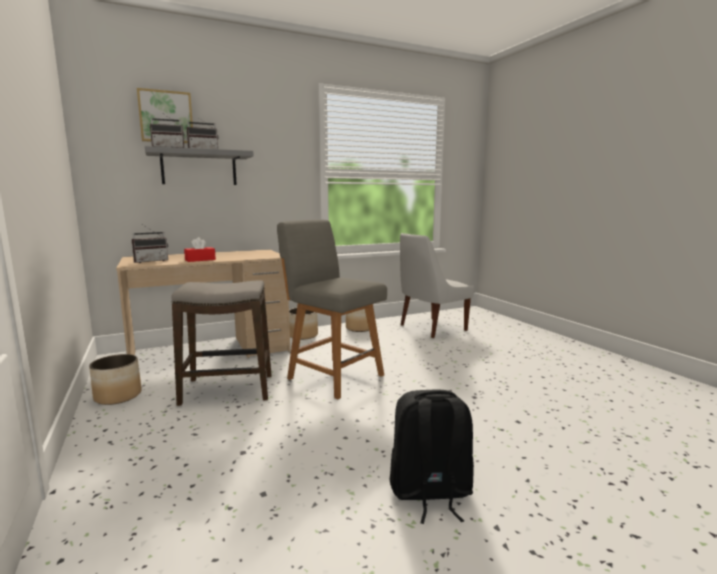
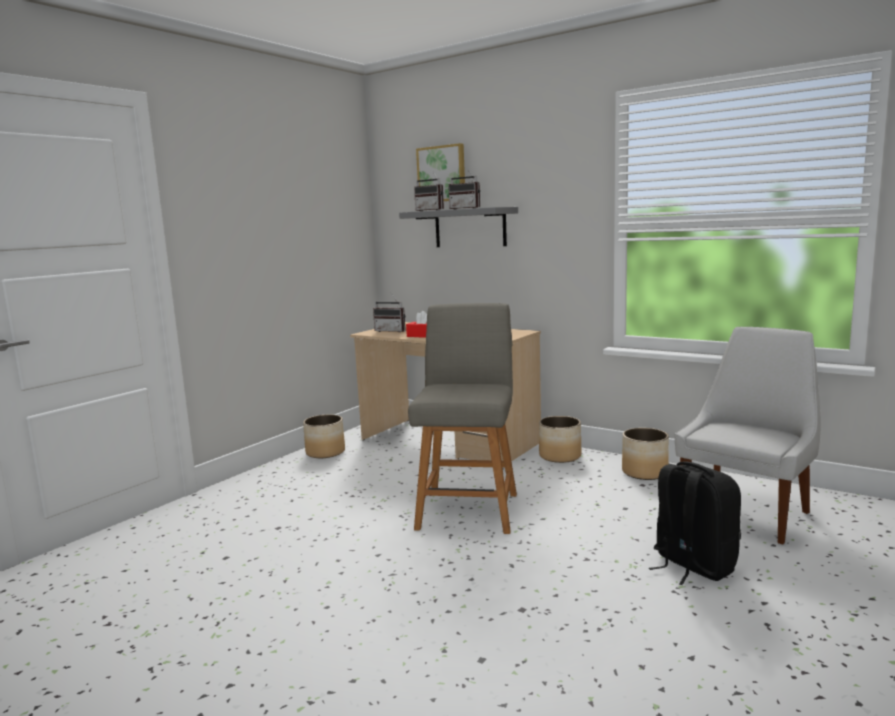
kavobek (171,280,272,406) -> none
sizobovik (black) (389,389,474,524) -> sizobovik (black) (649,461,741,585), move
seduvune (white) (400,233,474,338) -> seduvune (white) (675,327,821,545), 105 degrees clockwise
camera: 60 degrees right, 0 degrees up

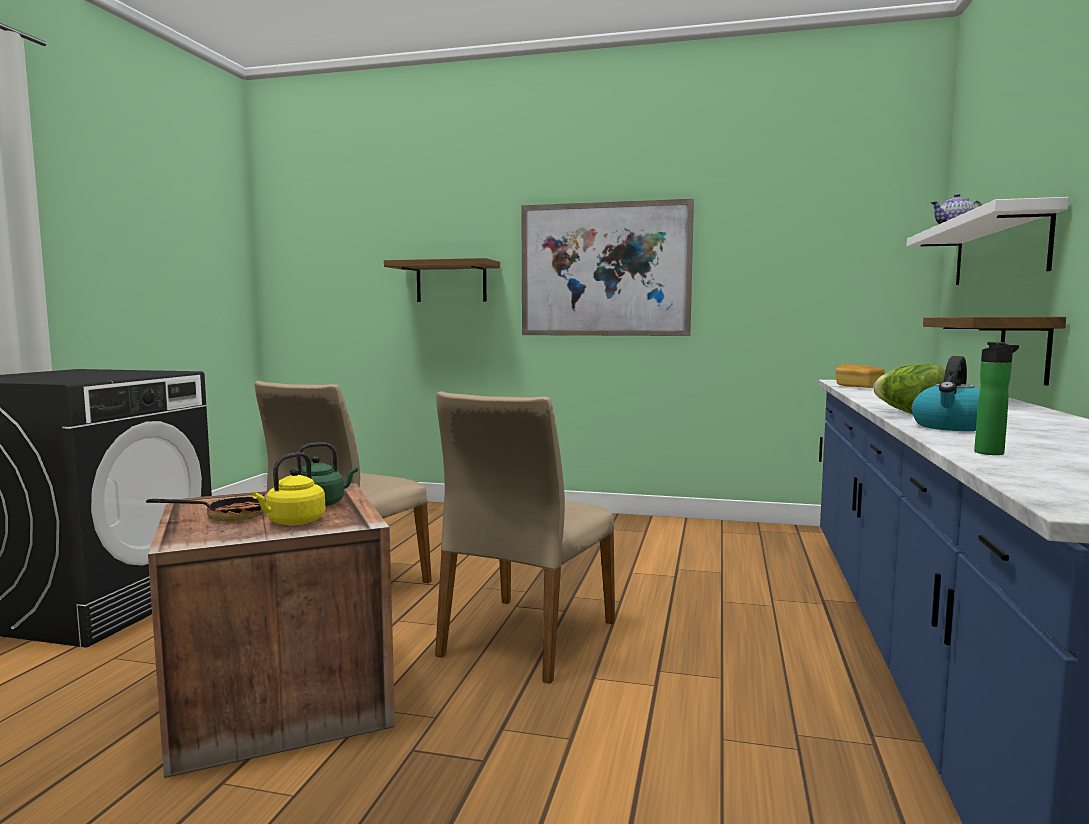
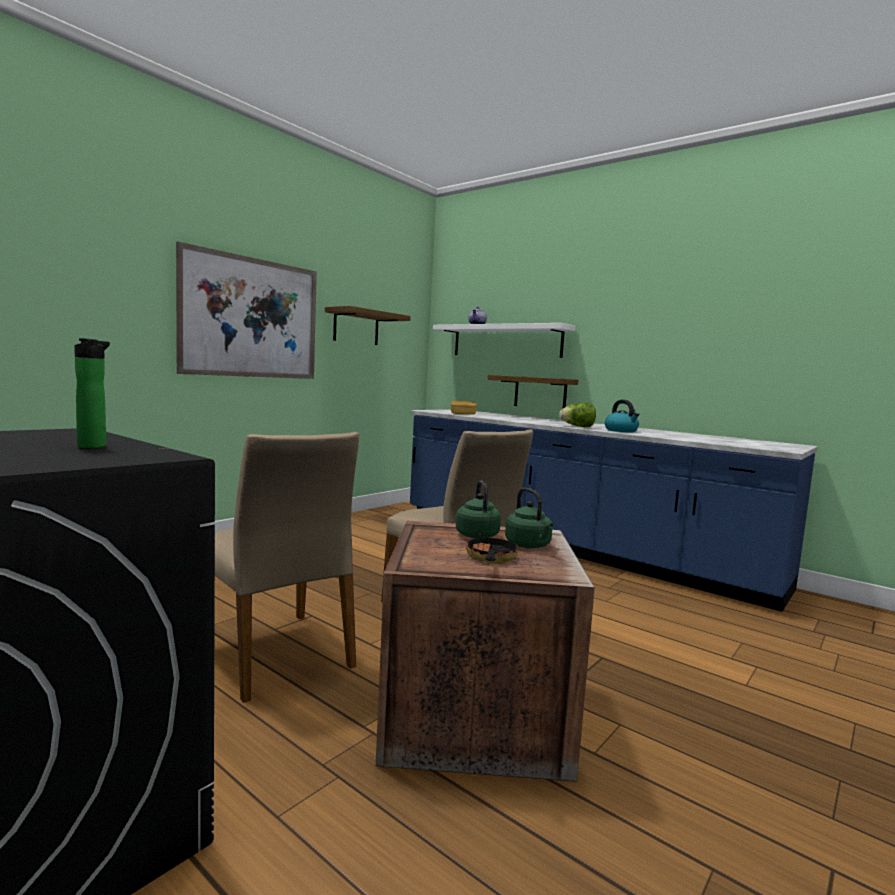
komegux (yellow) (252,452,325,525) -> komegux (green) (505,488,553,548)
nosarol (384,258,500,302) -> nosarol (325,306,411,345), move
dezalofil (974,342,1019,455) -> dezalofil (74,338,110,448), move
camera: 65 degrees left, 0 degrees up

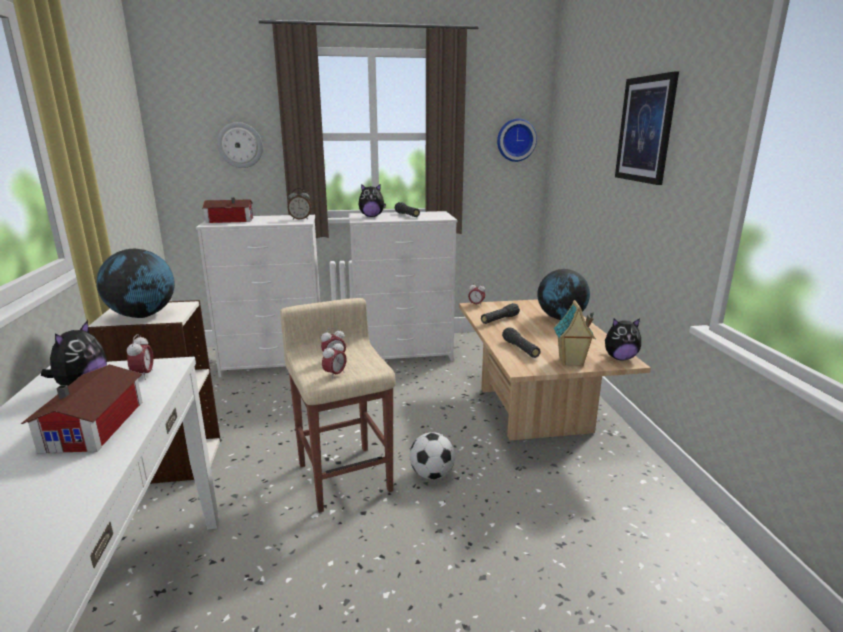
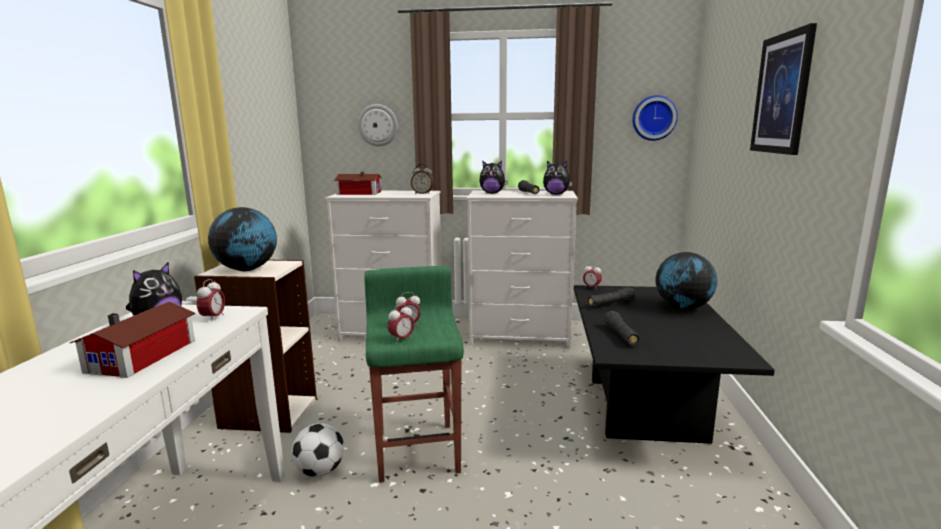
kavobek (beige) (280,298,396,513) -> kavobek (green) (364,266,464,483)
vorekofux (410,432,455,480) -> vorekofux (292,423,344,477), move
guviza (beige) (459,299,651,440) -> guviza (black) (574,285,775,444)
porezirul (554,300,596,366) -> none
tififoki (605,318,641,360) -> tififoki (543,161,572,195), move
camera: 15 degrees right, 5 degrees down

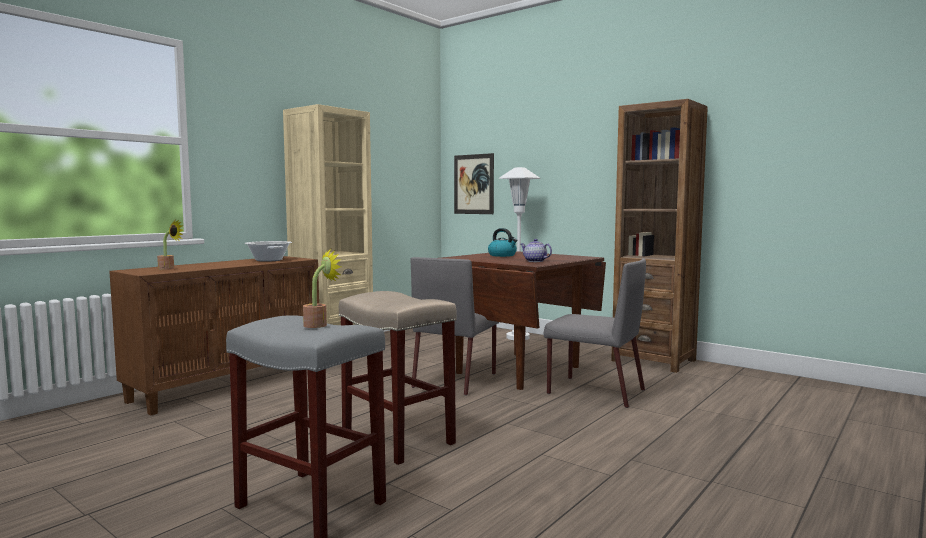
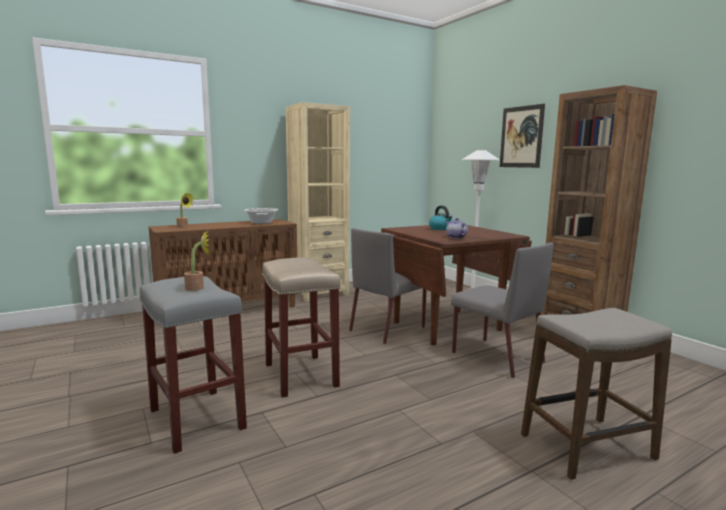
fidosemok (454,153,494,214) -> fidosemok (500,104,545,168), move
none -> kavobek (521,308,672,480)
camera: 20 degrees right, 5 degrees up

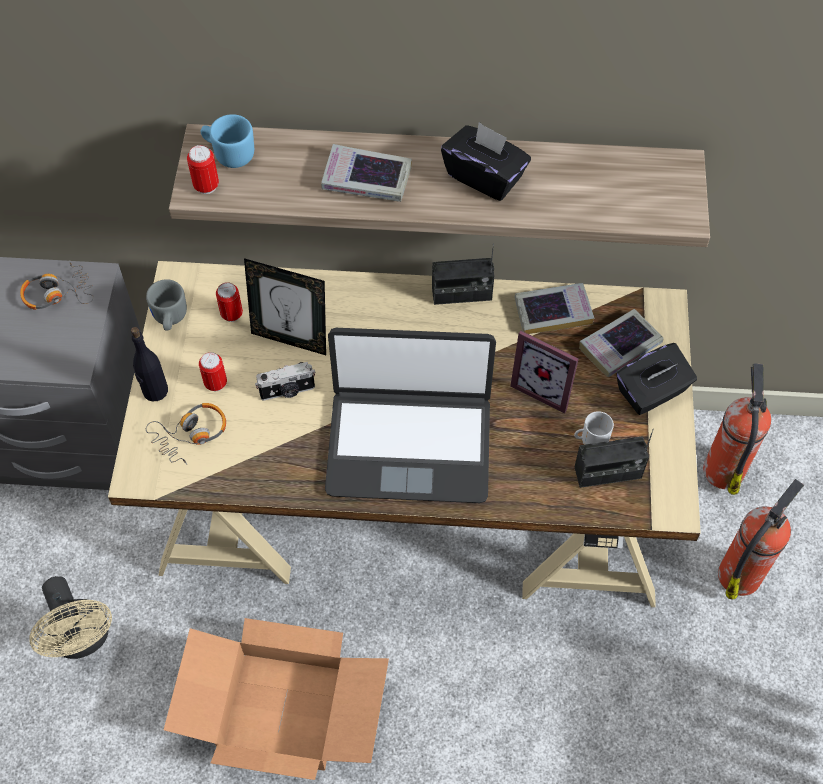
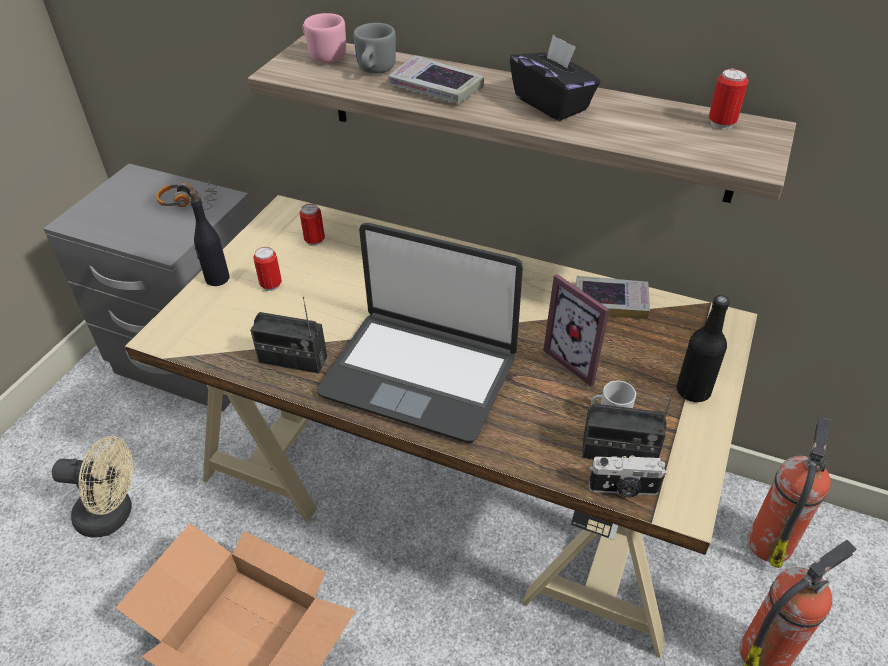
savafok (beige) (29,576,112,659) -> savafok (beige) (52,436,133,538), 75 degrees counterclockwise
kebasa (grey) (146,279,187,331) -> kebasa (grey) (353,23,396,74), move
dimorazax (146,403,226,465) -> none
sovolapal (187,145,219,194) -> sovolapal (709,69,748,129), move
kebasa (blue) (201,114,254,168) -> kebasa (pink) (302,13,346,63)
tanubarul (244,258,326,355) -> none
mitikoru (255,362,315,400) -> mitikoru (589,455,666,497), move
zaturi (432,243,494,305) -> zaturi (250,297,327,374), move
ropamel (579,309,664,377) -> none
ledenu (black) (616,343,697,415) -> dezalofil (black) (677,295,730,402)
camera: 20 degrees right, 15 degrees down

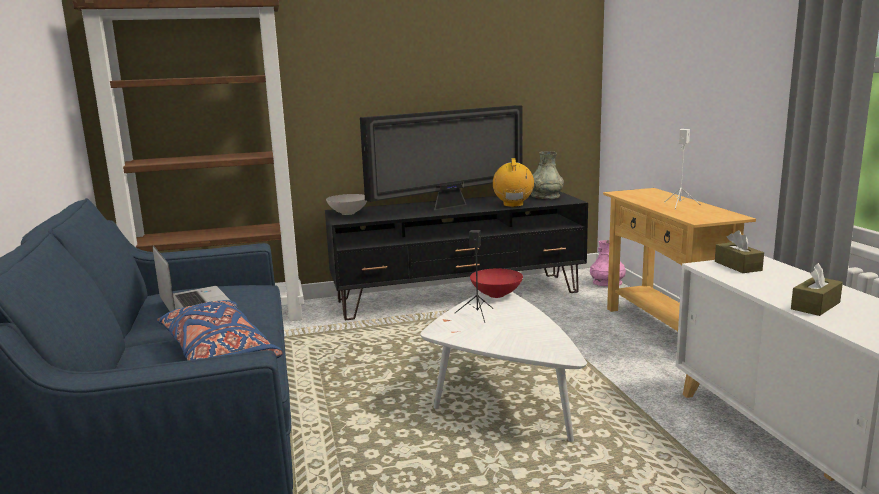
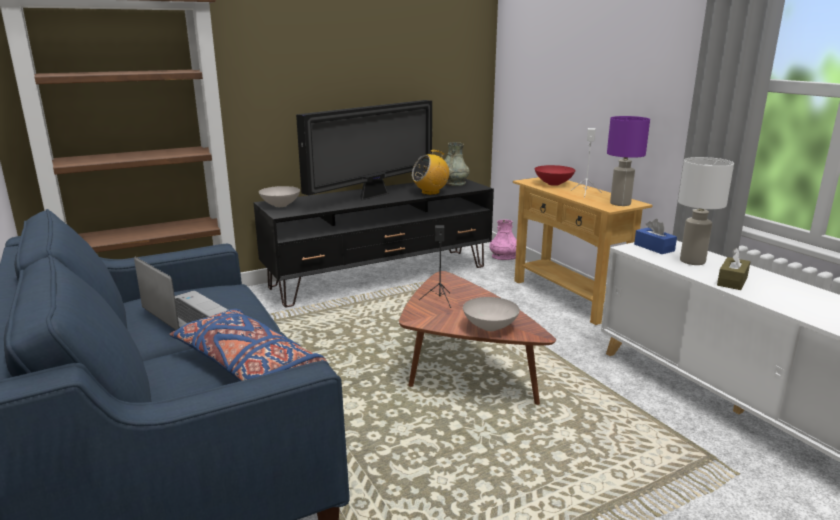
guviza (white) (421,292,587,442) -> guviza (brown) (399,271,556,405)
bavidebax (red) (470,269,523,298) -> bavidebax (red) (535,165,575,186), move
zaturi (493,158,534,207) -> zaturi (412,150,449,195), 105 degrees counterclockwise
ledenu (brown) (715,230,764,273) -> ledenu (blue) (634,219,677,254)
none -> bavidebax (white) (463,297,520,331)
none -> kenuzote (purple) (607,116,650,206)
none -> kenuzote (white) (678,157,734,265)
camera: 15 degrees left, 5 degrees up

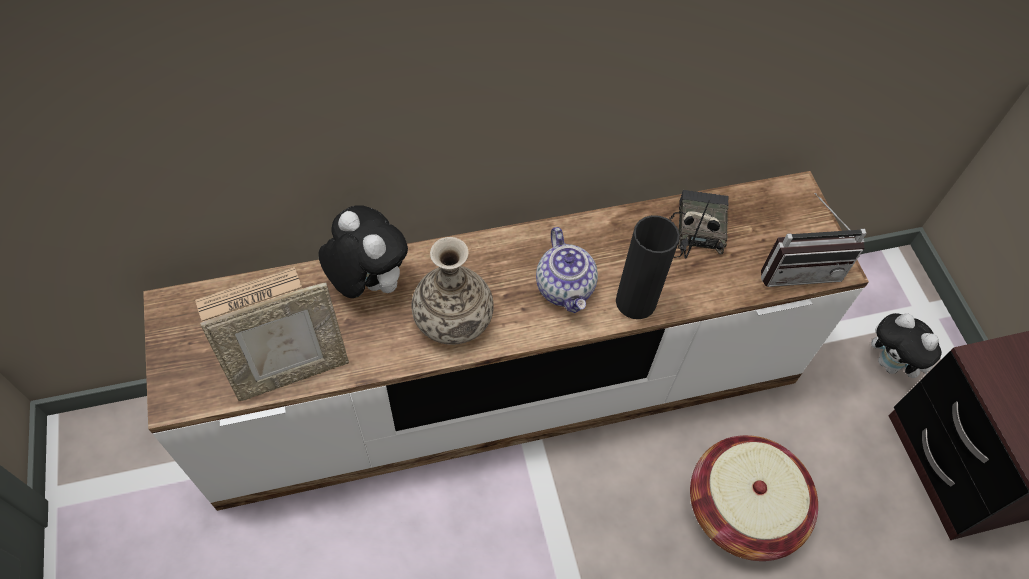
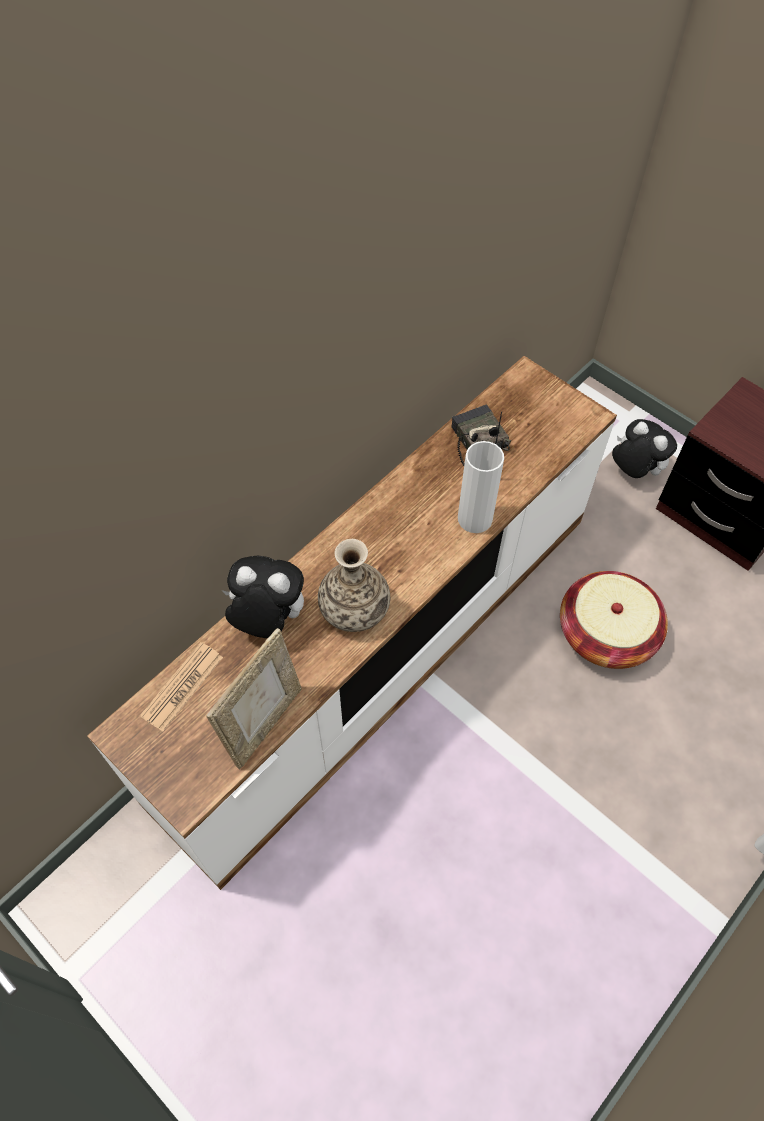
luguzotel (536,227,598,313) -> none
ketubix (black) (616,215,680,319) -> ketubix (white) (458,441,504,533)
zaturi (761,193,867,287) -> none
tififoki (871,313,942,378) -> tififoki (612,419,677,478), 150 degrees counterclockwise
camera: 30 degrees left, 0 degrees up

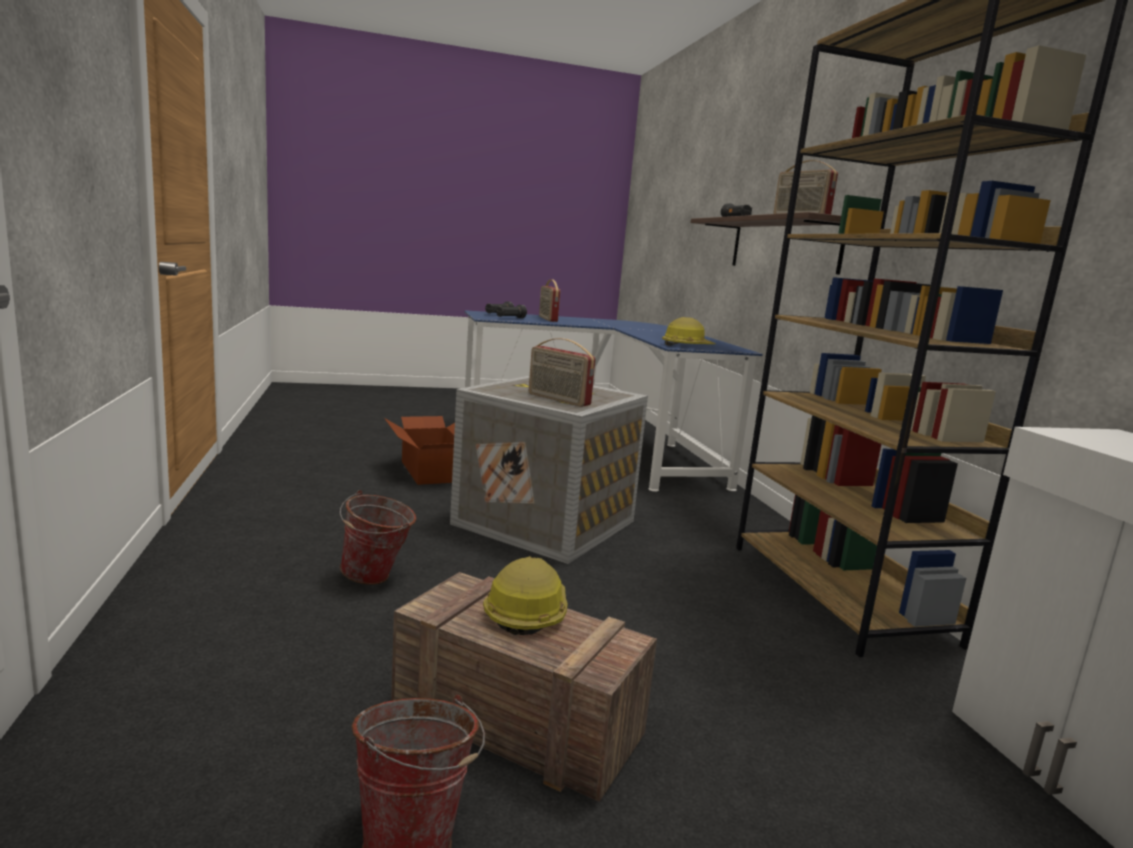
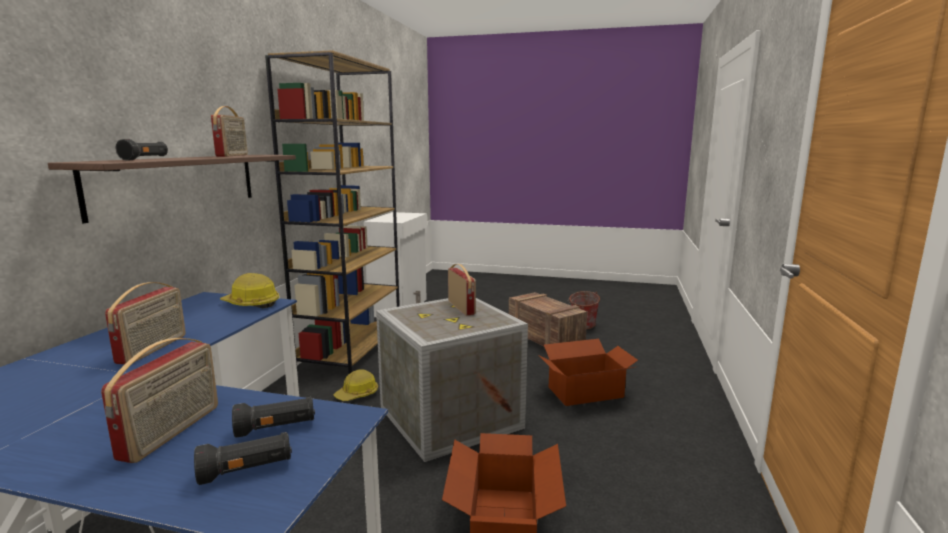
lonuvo (340,490,416,585) -> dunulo (538,339,638,406)
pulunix (483,556,568,635) -> pulunix (333,369,378,401), move
none -> zaturi (105,282,186,364)
camera: 150 degrees left, 0 degrees up

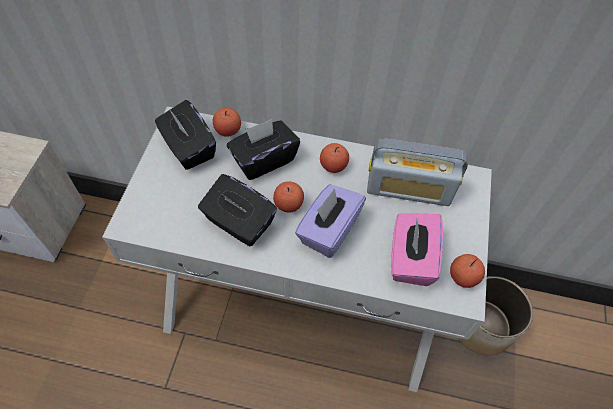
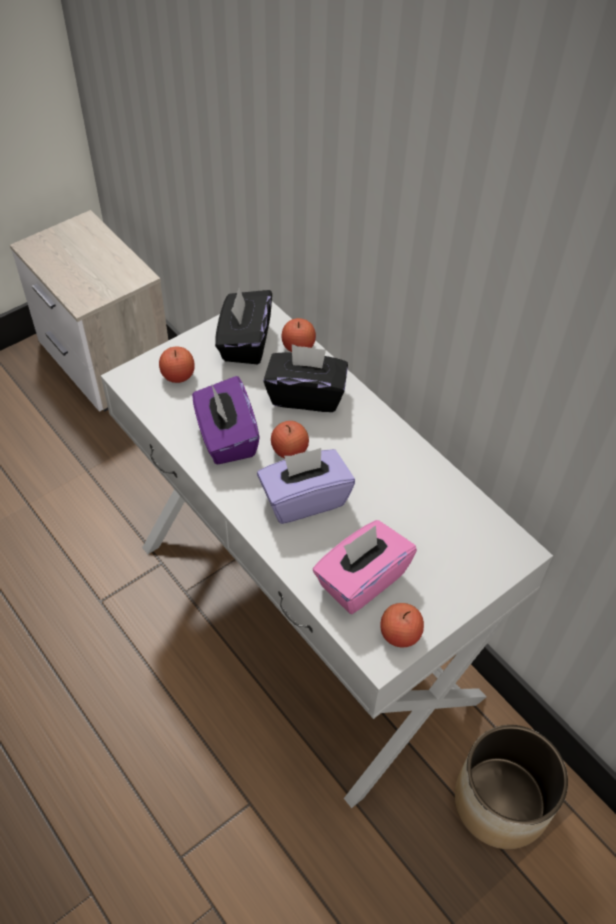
ledenu (black) (198,174,277,246) -> ledenu (purple) (192,376,260,465)
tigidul (320,143,349,173) -> tigidul (159,346,195,383), move
zaturi (367,139,468,206) -> none
camera: 40 degrees right, 5 degrees down

